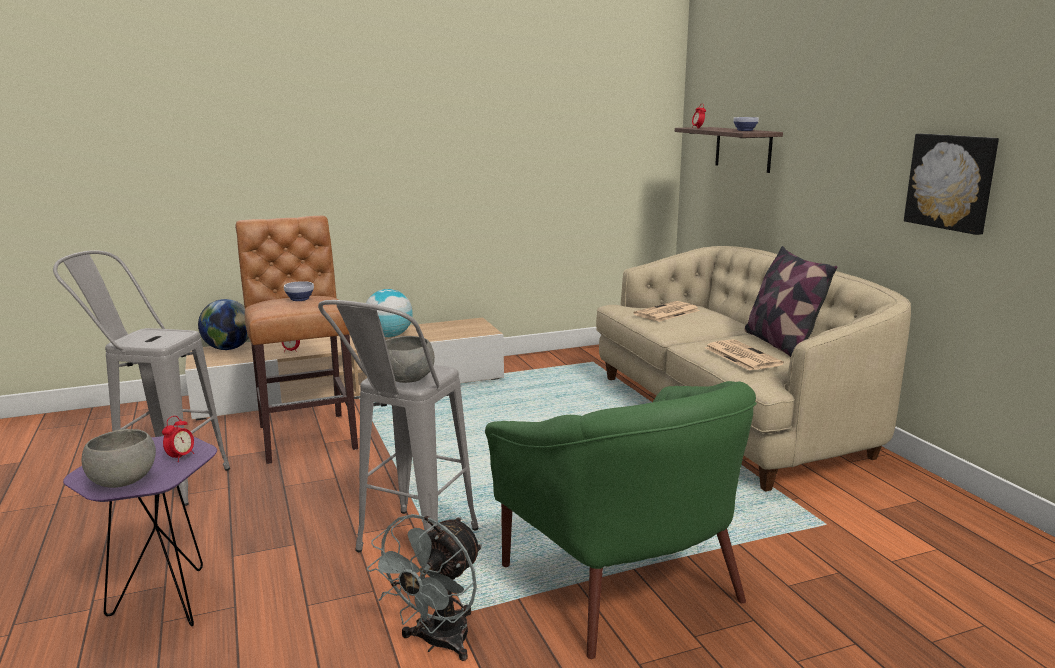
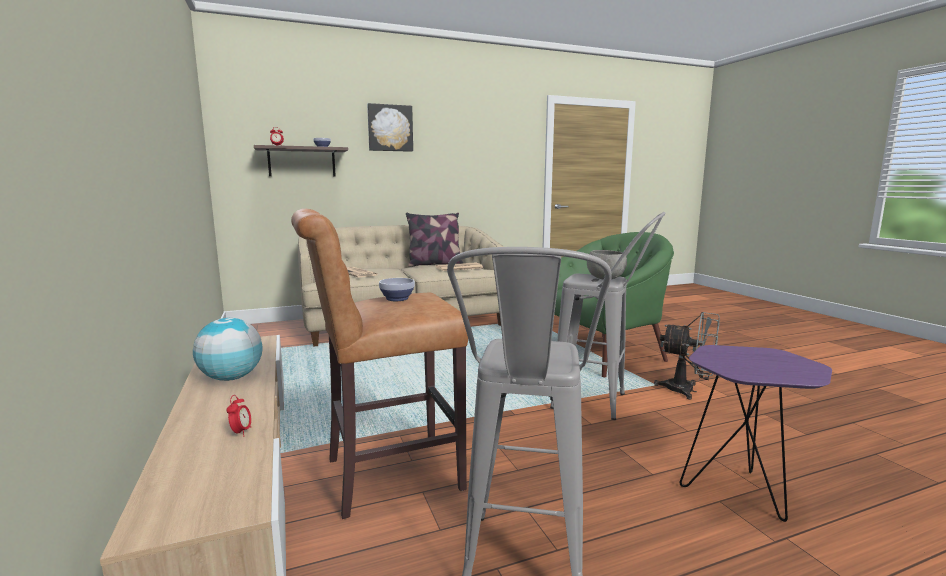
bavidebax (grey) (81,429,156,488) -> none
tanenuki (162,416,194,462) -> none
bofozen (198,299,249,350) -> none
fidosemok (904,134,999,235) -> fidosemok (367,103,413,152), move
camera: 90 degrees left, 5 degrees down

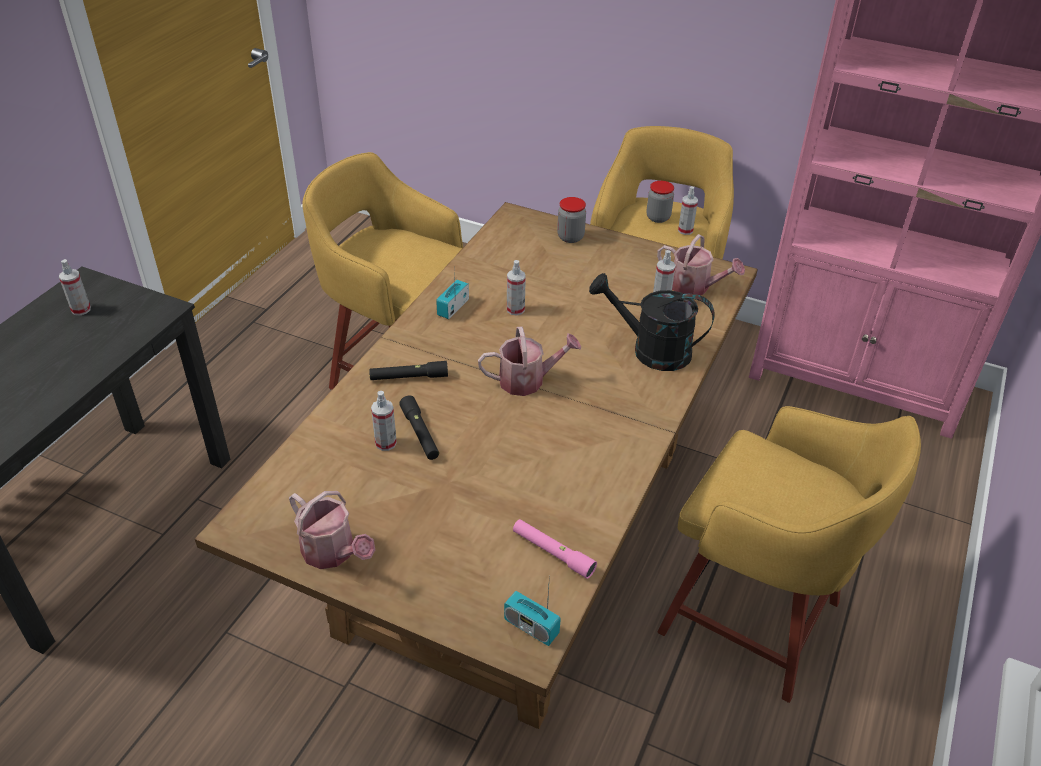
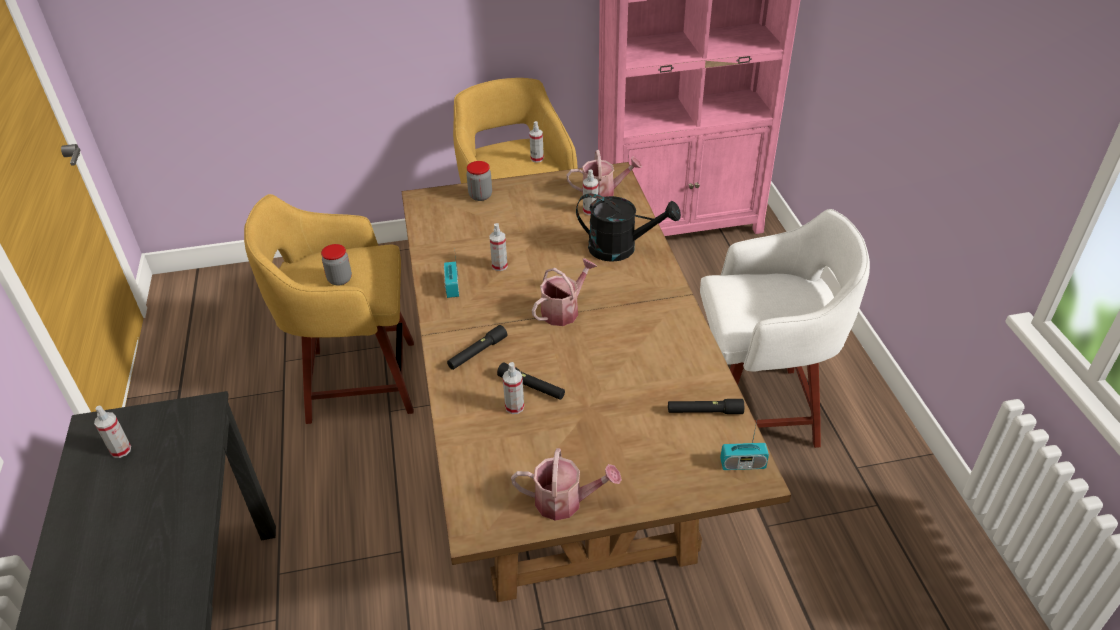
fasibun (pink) (513,519,597,579) -> fasibun (black) (668,399,744,414)
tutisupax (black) (589,273,715,371) -> tutisupax (black) (576,193,681,262), 150 degrees counterclockwise
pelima (646,181,674,223) -> pelima (321,244,352,286), move
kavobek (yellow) (658,406,921,703) -> kavobek (white) (700,209,870,448)
camera: 35 degrees left, 0 degrees up

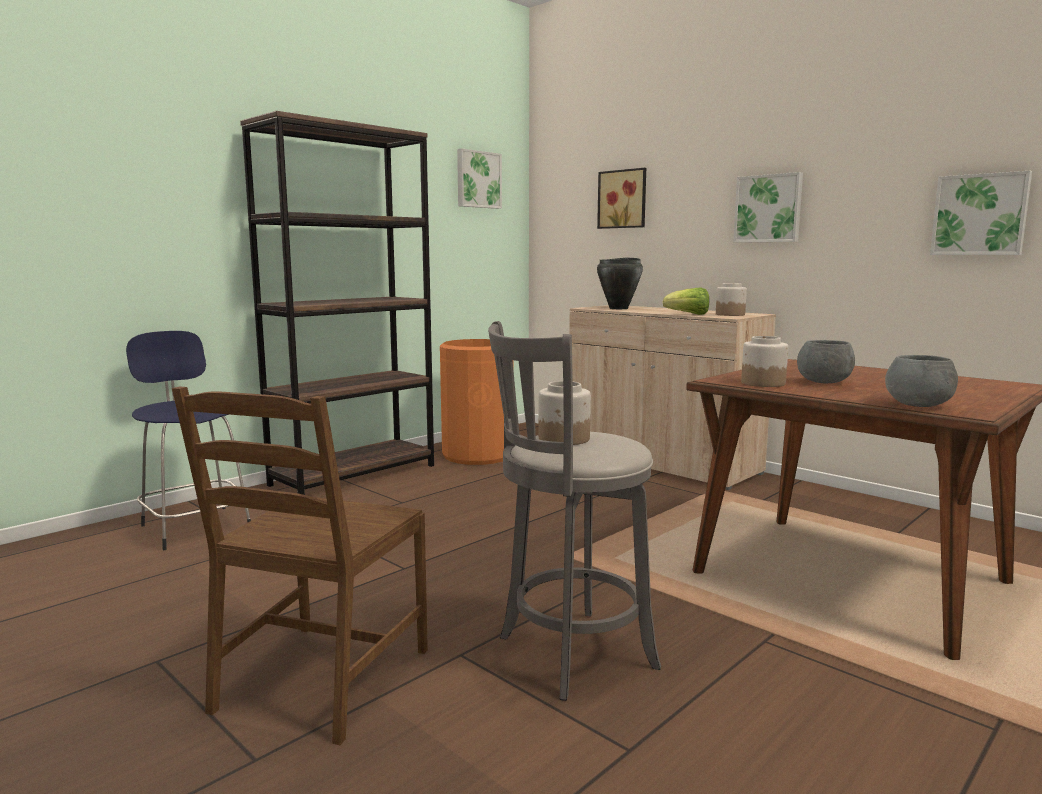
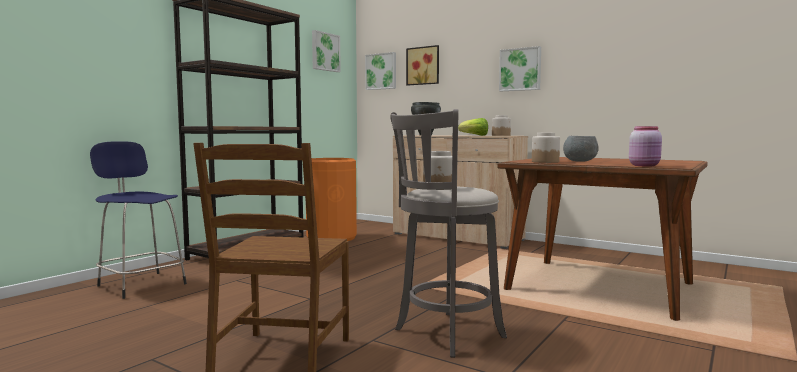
bavidebax (grey) (885,355,958,407) -> pelima (pink) (629,126,662,166)
fidosemok (930,171,1032,255) -> fidosemok (365,52,396,90), move
camera: 10 degrees left, 5 degrees down

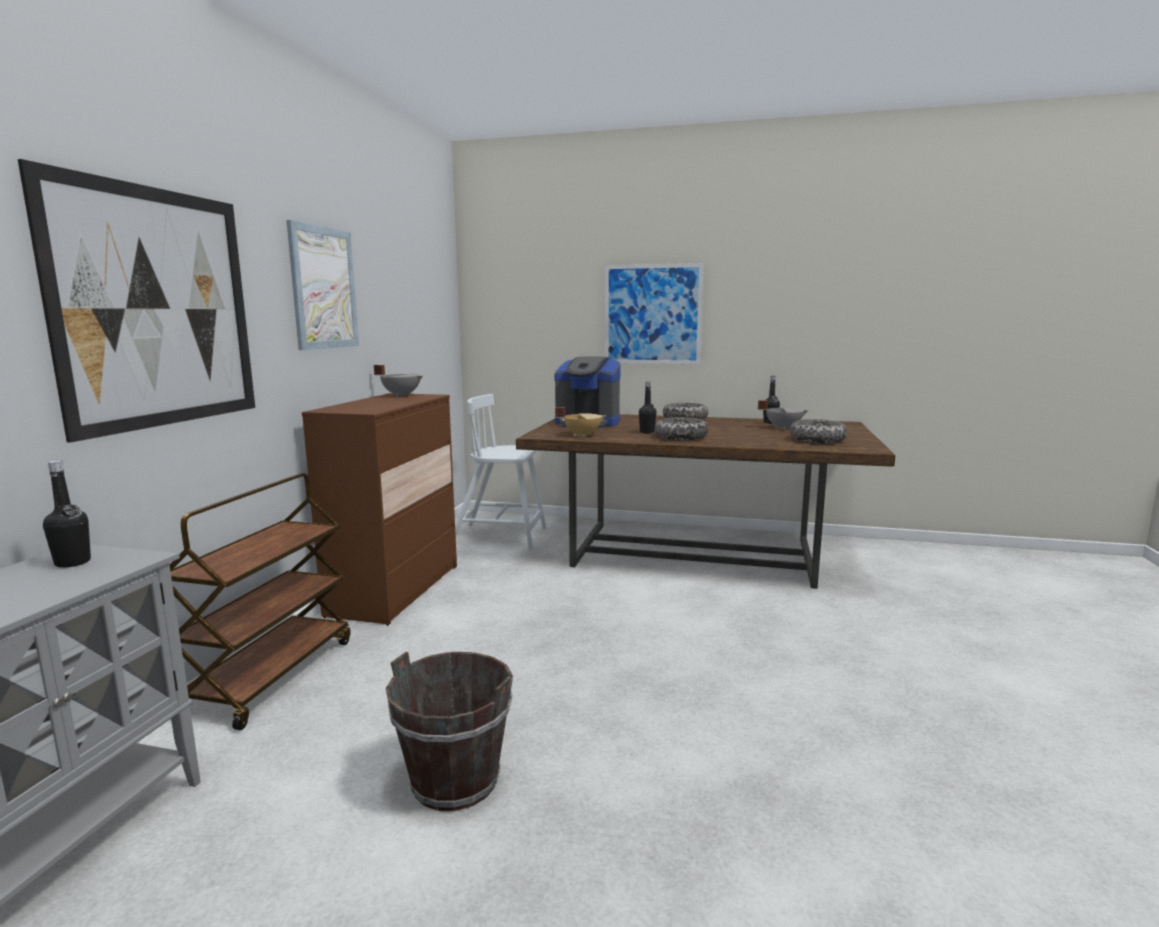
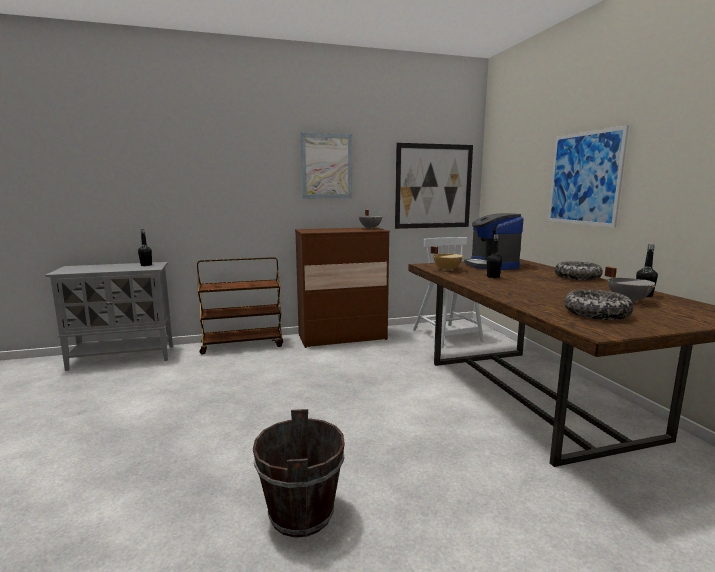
fidosemok (18,159,255,443) -> fidosemok (395,143,473,229), move
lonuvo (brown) (386,652,513,811) -> lonuvo (brown) (253,409,345,538), move
bavidebax (655,417,708,441) -> none
camera: 60 degrees right, 0 degrees up

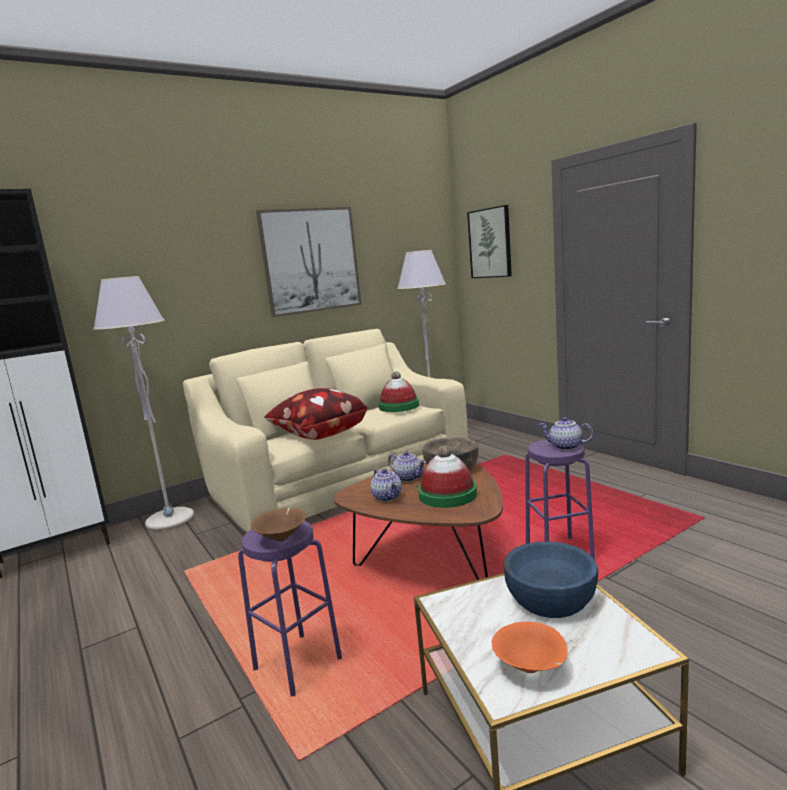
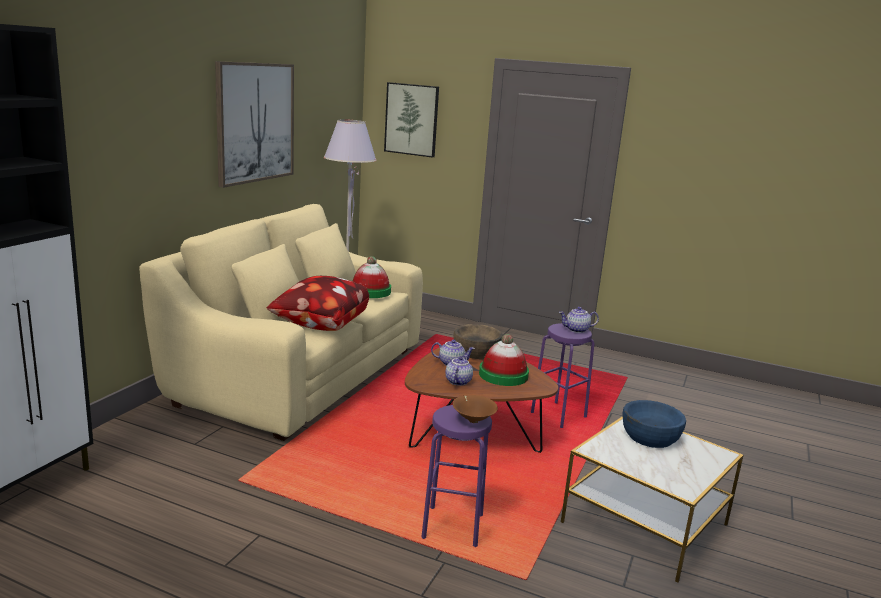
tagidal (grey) (93,276,194,530) -> none
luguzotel (371,469,402,502) -> luguzotel (445,355,473,386), 105 degrees counterclockwise
bavidebax (orange) (492,621,567,673) -> none
camera: 35 degrees left, 5 degrees up

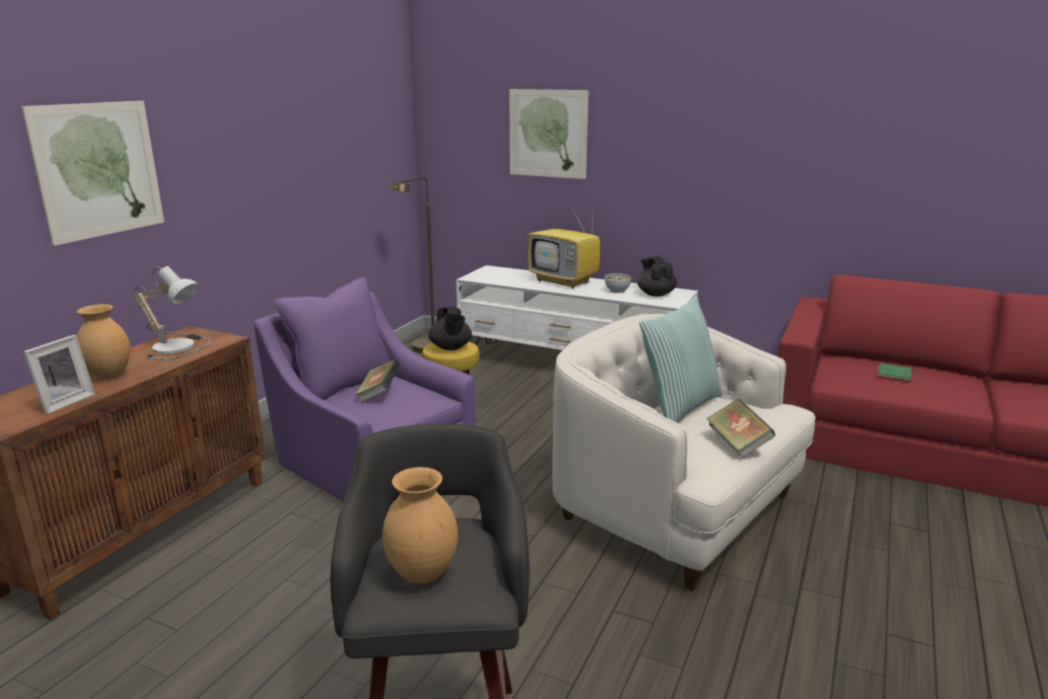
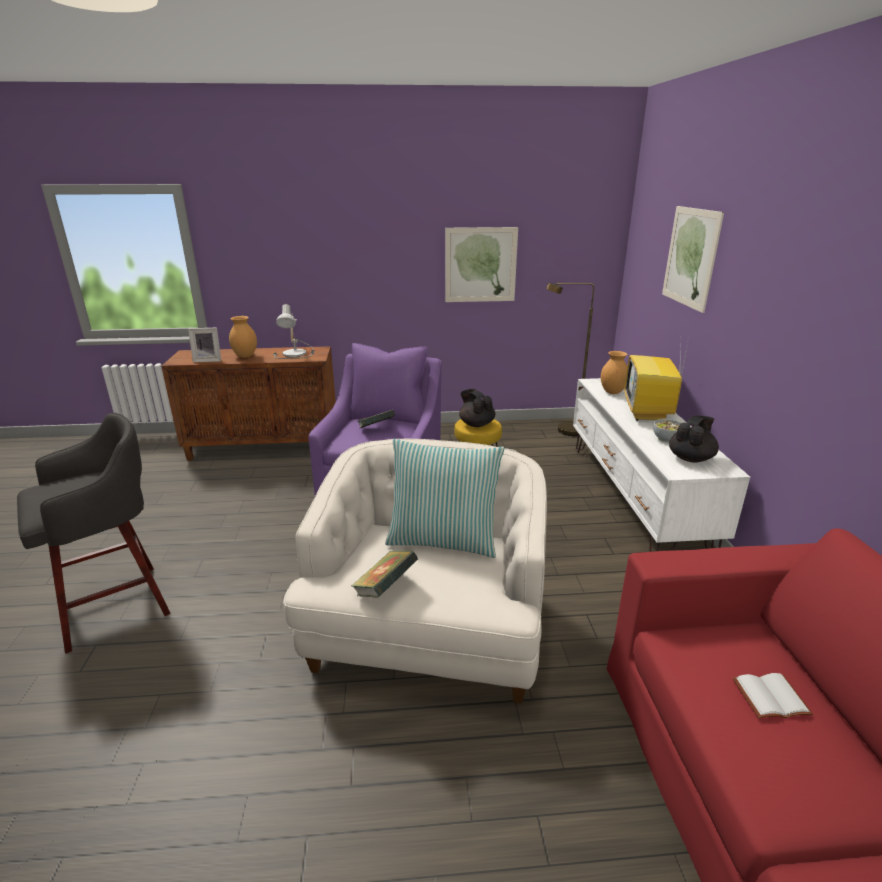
fidosemok (21,101,164,246) -> fidosemok (445,227,518,302), move
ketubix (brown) (382,467,458,584) -> ketubix (brown) (601,351,627,394), move
luguzotel (black) (428,307,472,350) -> luguzotel (black) (459,389,495,427), 105 degrees clockwise
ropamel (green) (877,363,912,382) -> ropamel (white) (733,673,813,719)
camera: 60 degrees right, 5 degrees up

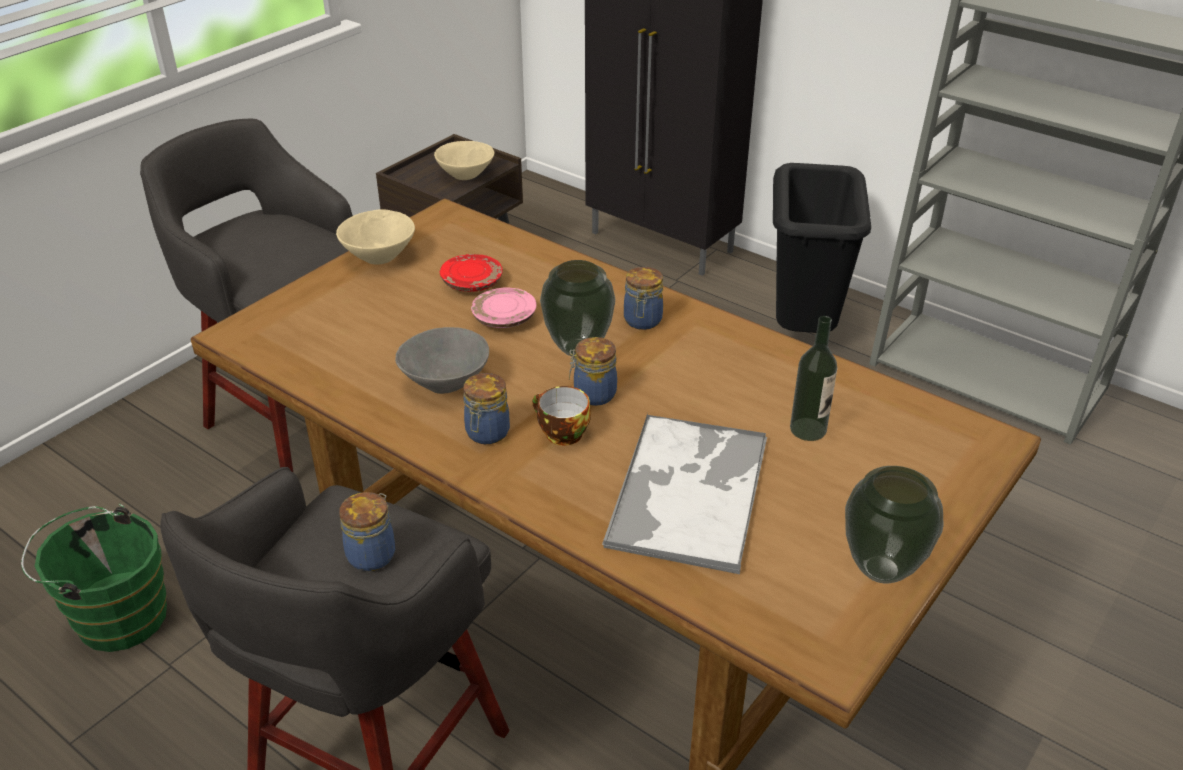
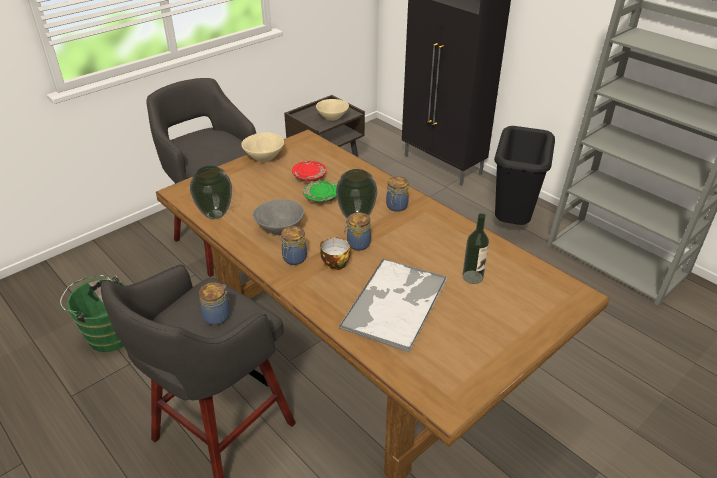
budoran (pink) (471,288,537,328) -> budoran (green) (303,181,337,203)
ketubix (845,466,944,584) -> ketubix (190,166,232,219), move
camera: 10 degrees right, 0 degrees up

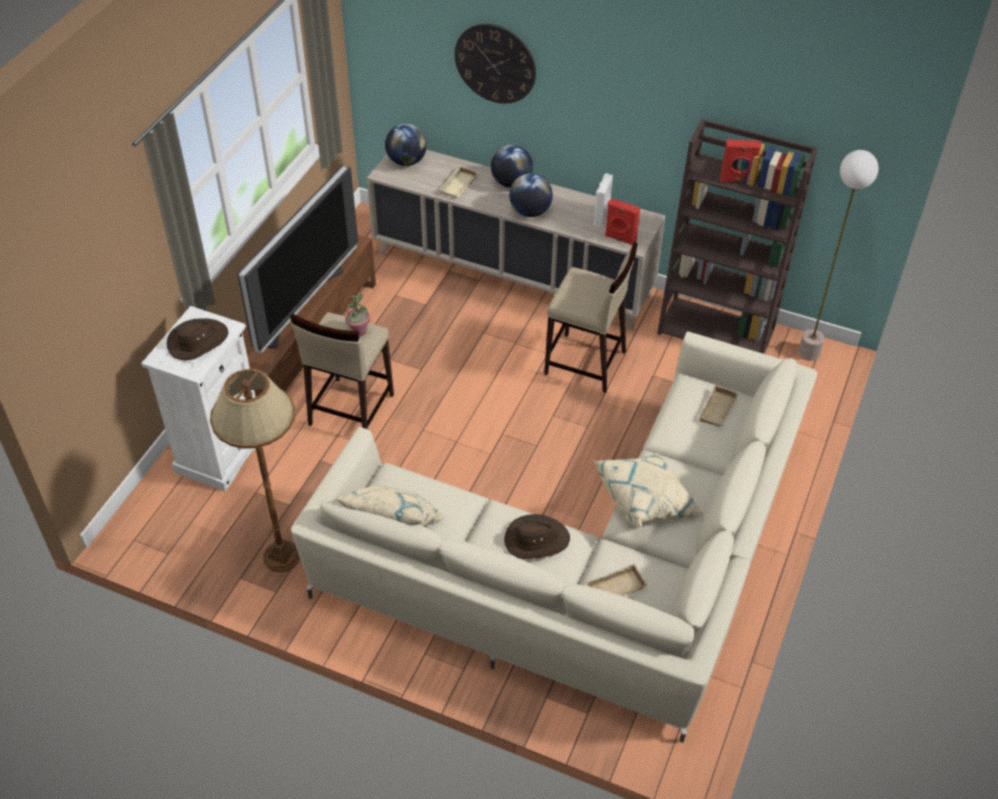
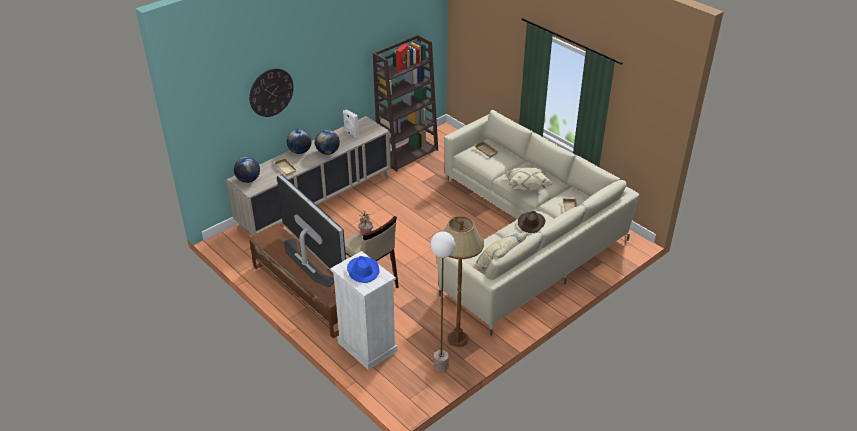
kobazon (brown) (167,318,228,360) -> kobazon (blue) (347,256,380,283)
kavobek (beige) (544,242,638,393) -> none
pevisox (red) (605,198,640,245) -> none
tagidal (798,150,879,361) -> tagidal (430,232,456,372), move
camera: 65 degrees left, 10 degrees down

